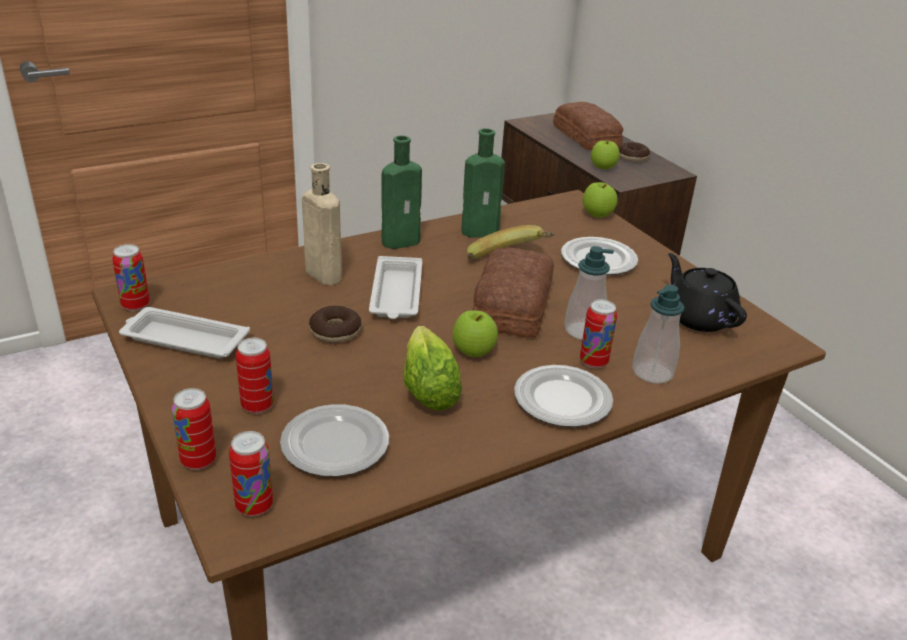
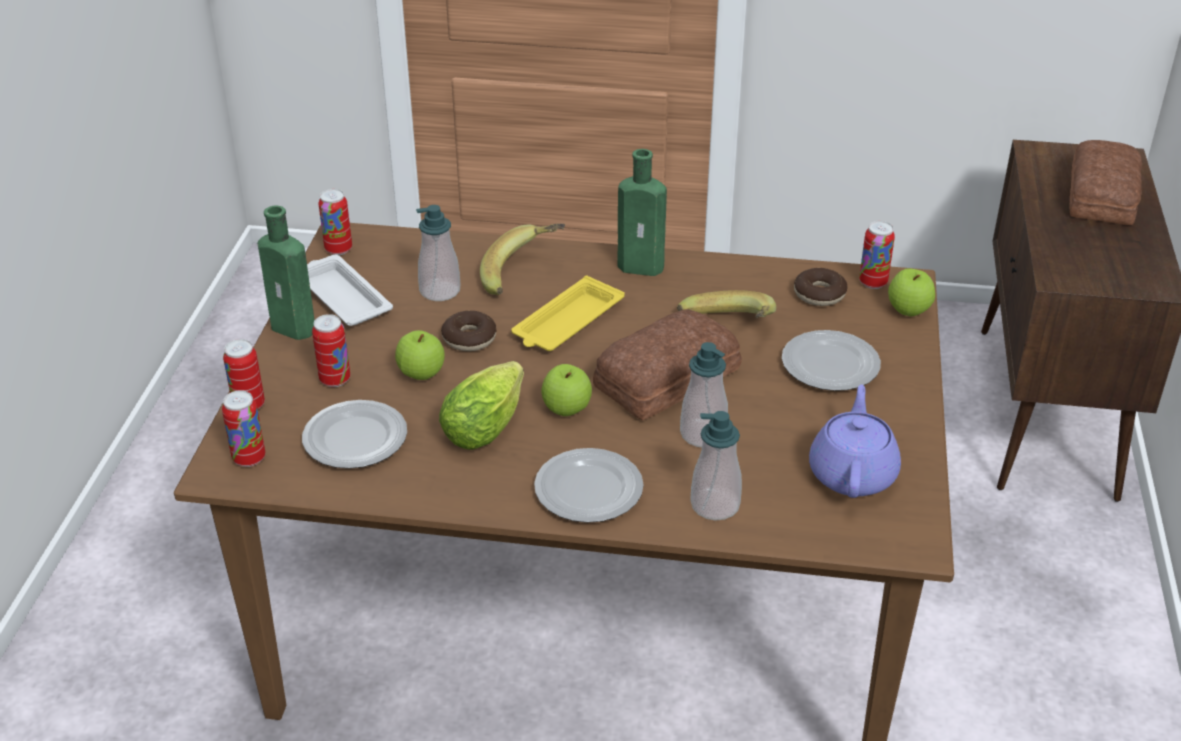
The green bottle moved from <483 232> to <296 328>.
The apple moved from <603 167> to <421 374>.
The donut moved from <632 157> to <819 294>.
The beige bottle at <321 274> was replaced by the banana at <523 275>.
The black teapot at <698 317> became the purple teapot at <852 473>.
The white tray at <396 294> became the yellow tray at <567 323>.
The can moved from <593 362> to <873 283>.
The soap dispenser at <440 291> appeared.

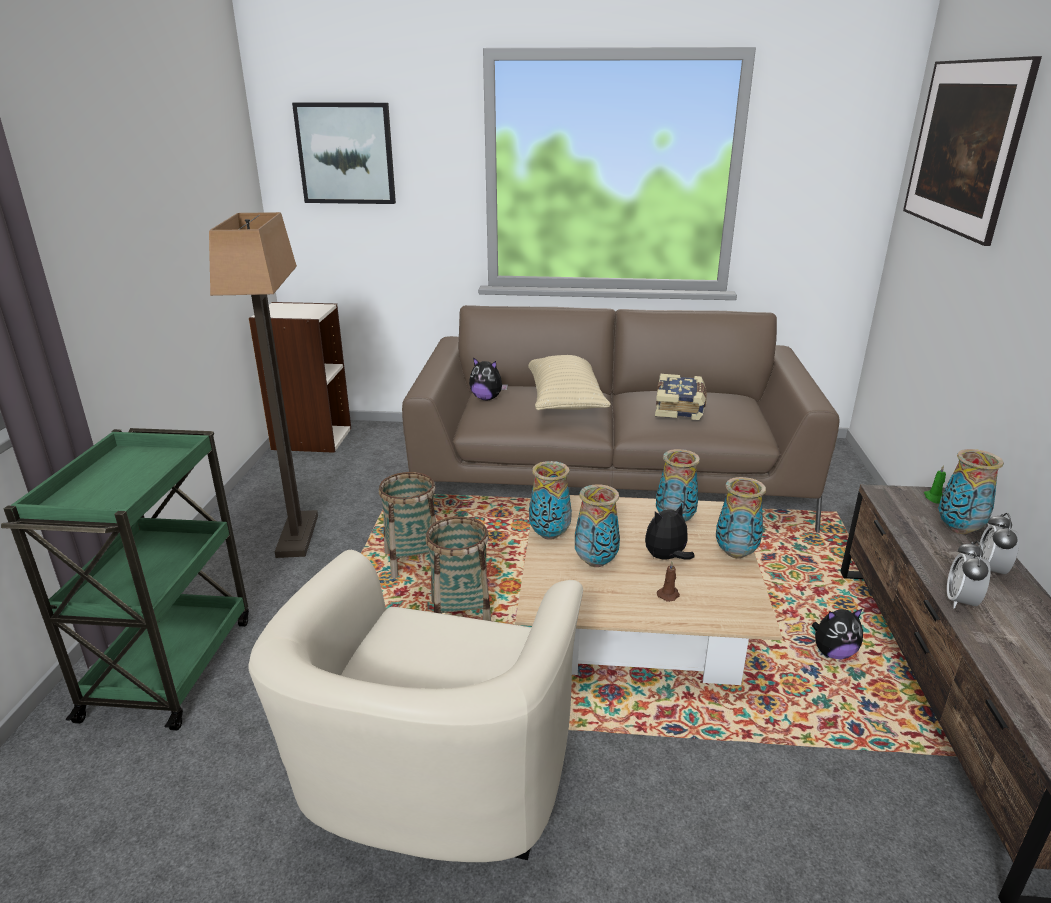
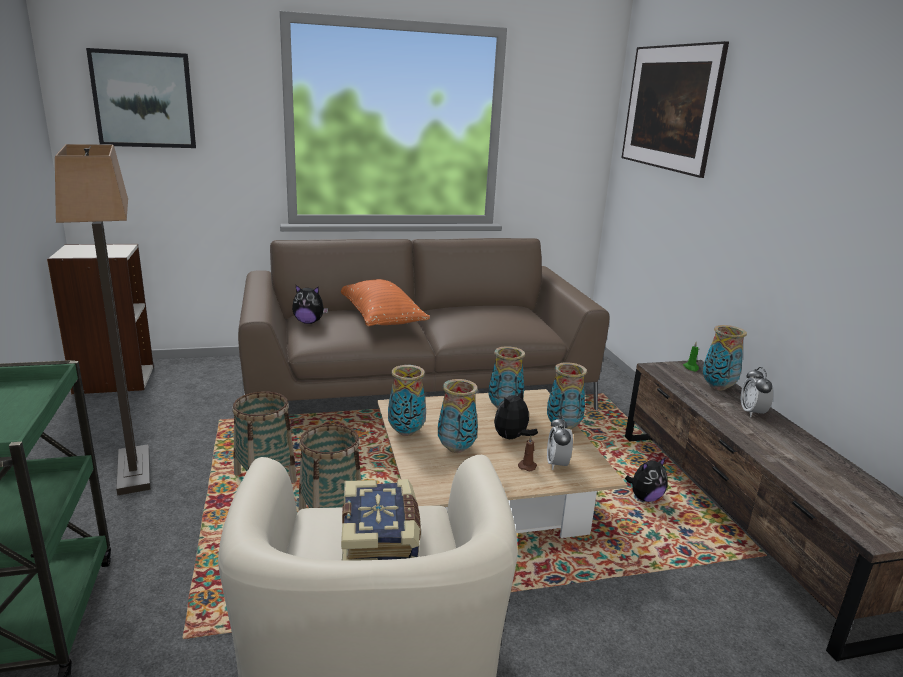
The beige pillow at <564 400> became the orange pillow at <380 318>.
The book moved from <680 407> to <381 538>.
The alarm clock moved from <960 601> to <557 464>.

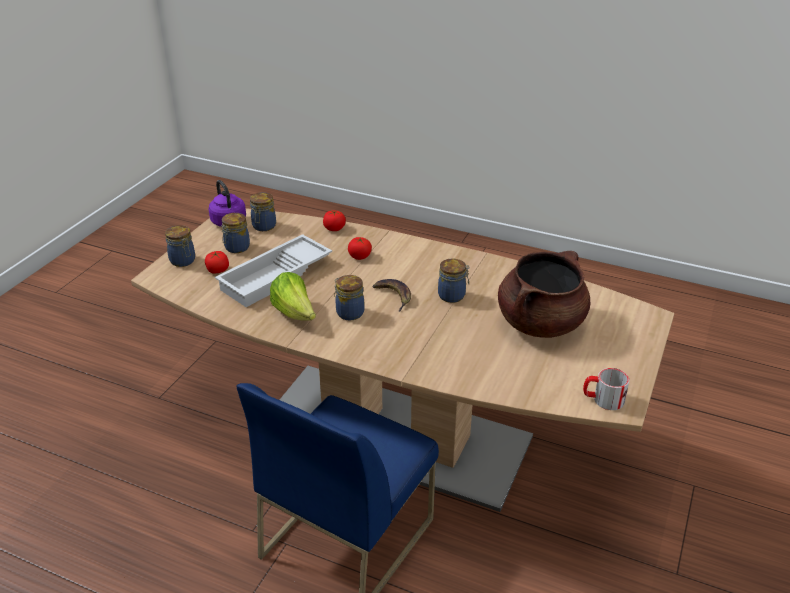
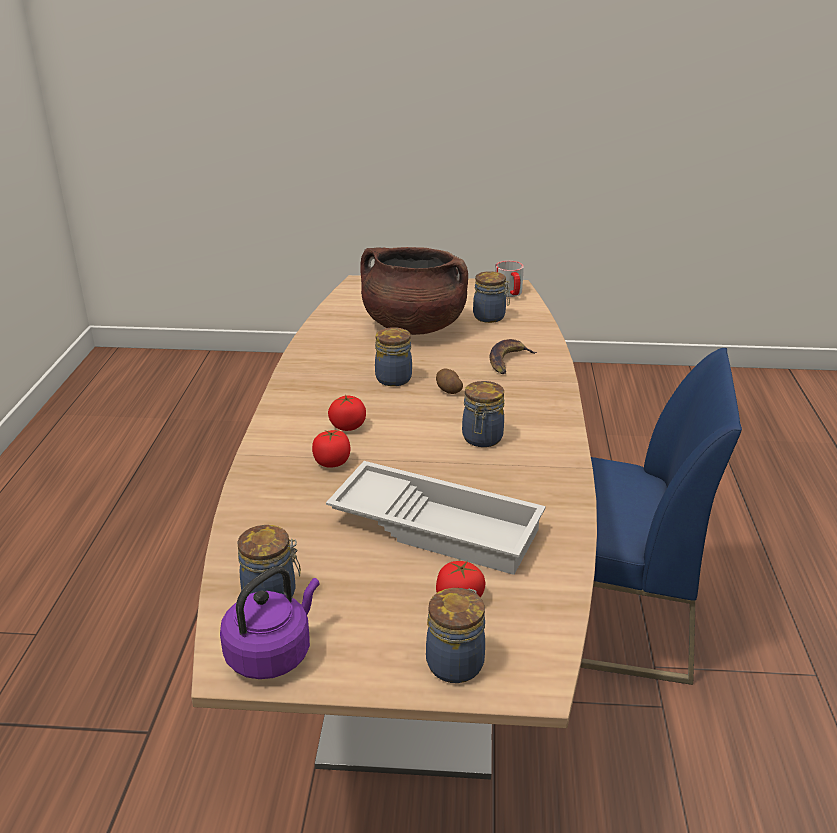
The tomato moved from <334 228> to <348 426>.
The jar moved from <236 248> to <490 317>.
The lettuce at <295 313> disappeared.
The banana moved from <394 296> to <508 361>.
The potato at <448 390> appeared.

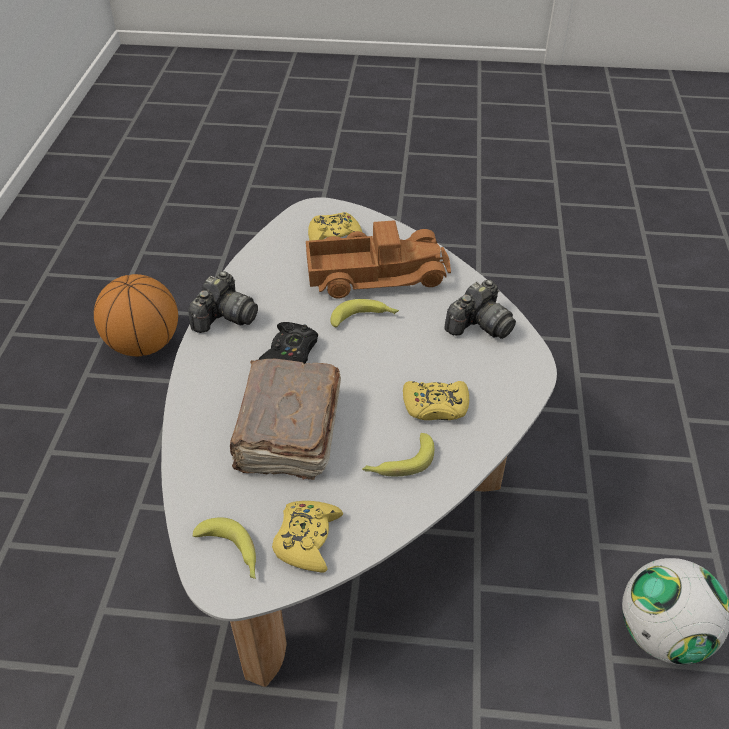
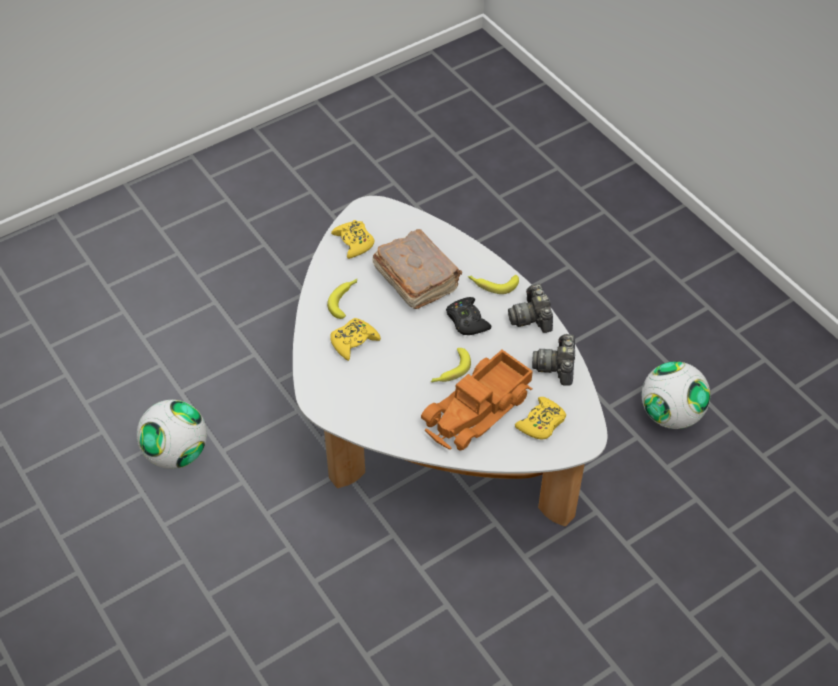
The basketball at <144 344> was replaced by the football at <670 414>.
The photo camera moved from <479 325> to <557 366>.
The banana moved from <232 553> to <492 284>.

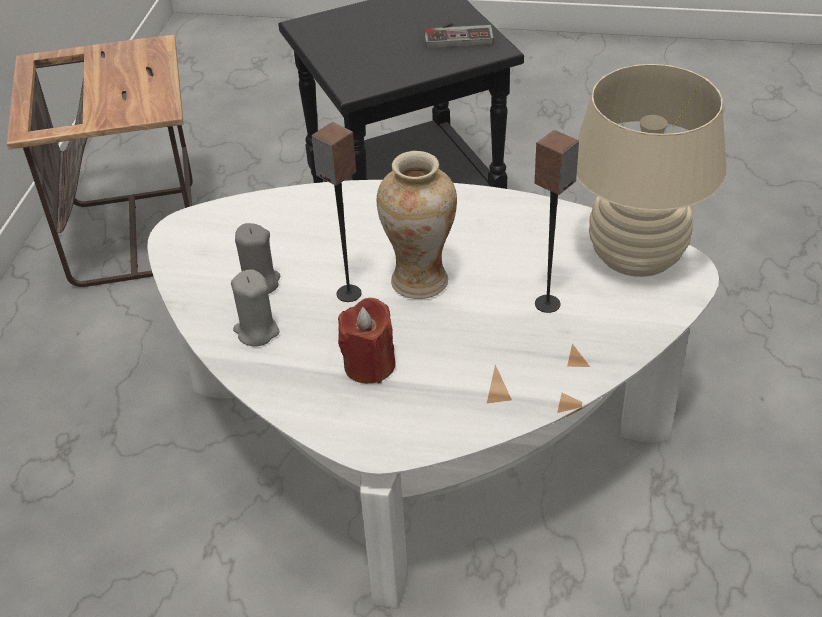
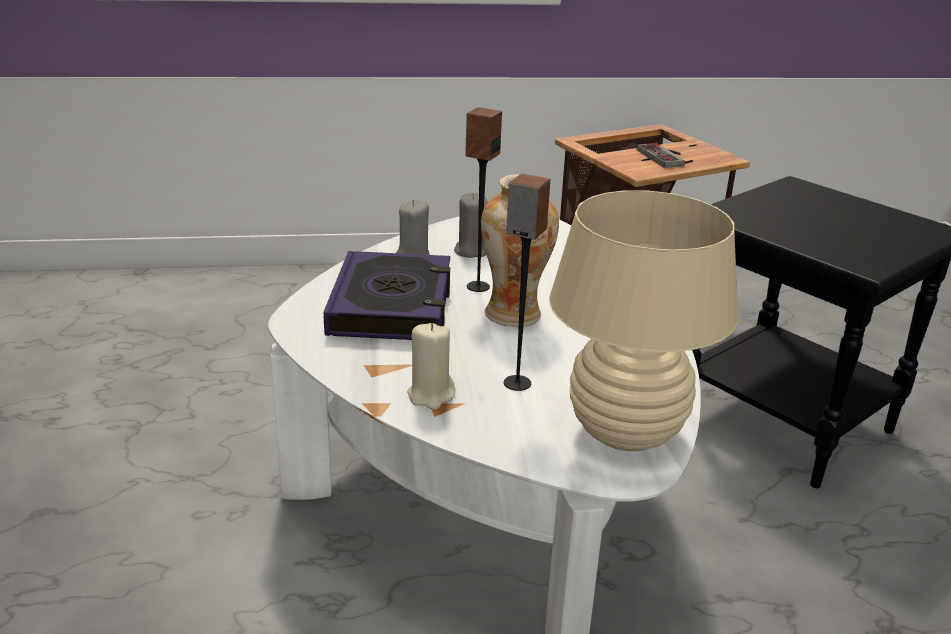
The game controller moved from <458 35> to <666 157>.
The red candle at <369 365> was replaced by the book at <392 306>.
The beige candle at <431 395> appeared.

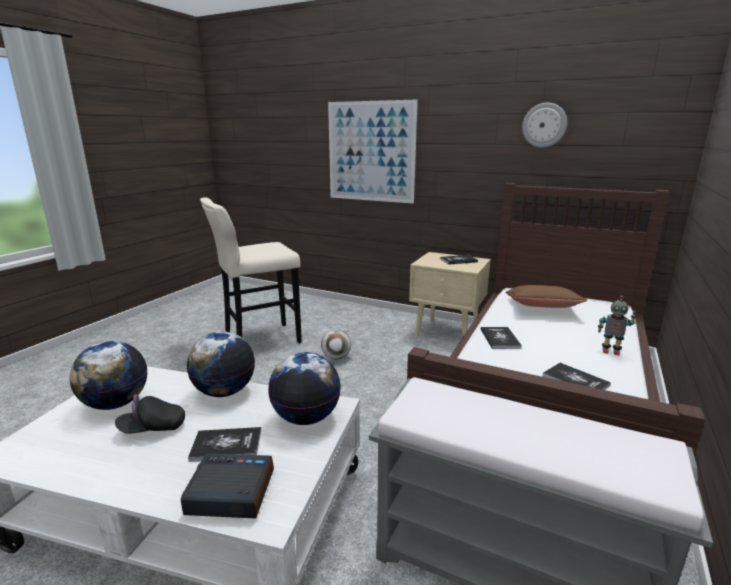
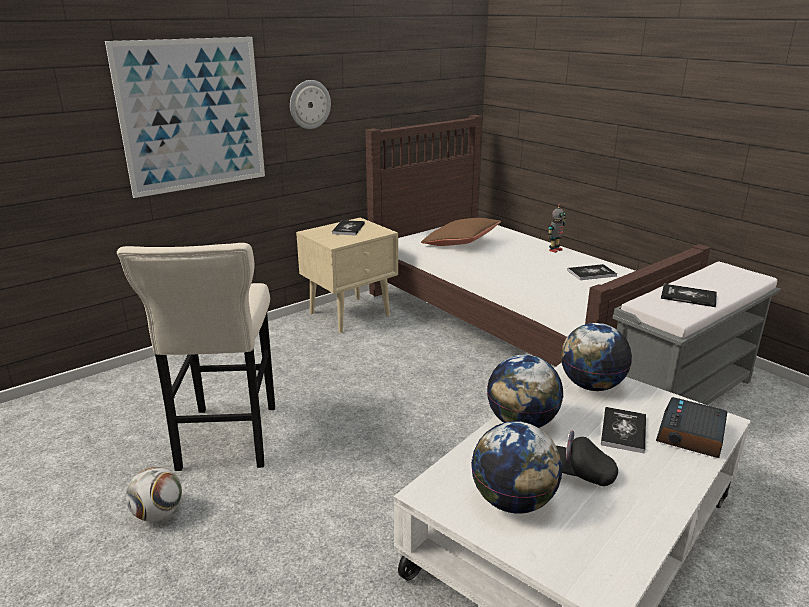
The wall clock moved from <544 125> to <309 104>.
The book moved from <500 338> to <688 296>.
The football moved from <336 358> to <158 514>.
The black cap at <153 428> turned 105 degrees clockwise.

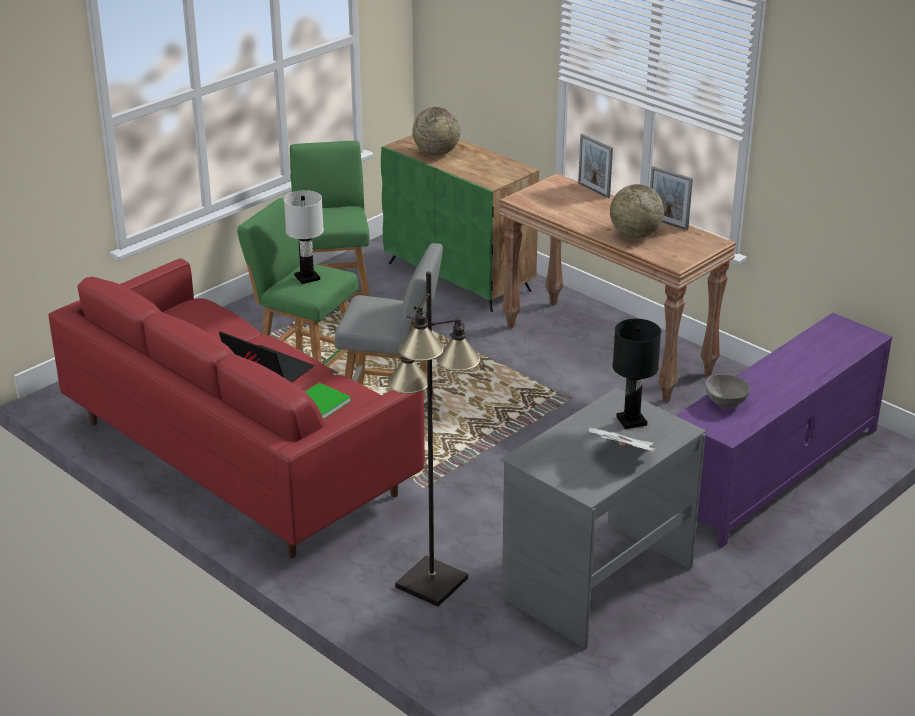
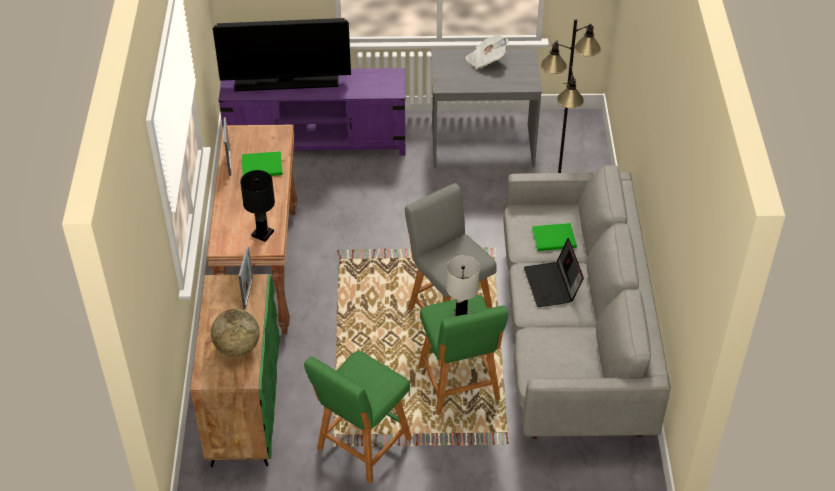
The picture frame moved from <593 190> to <248 293>.
The globe at <635 235> was replaced by the green book at <263 167>.
The red sofa at <239 458> became the grey sofa at <573 339>.
The black table lamp moved from <632 421> to <262 233>.
The grey bowl at <725 402> disappeared.
The television at <287 83> appeared.

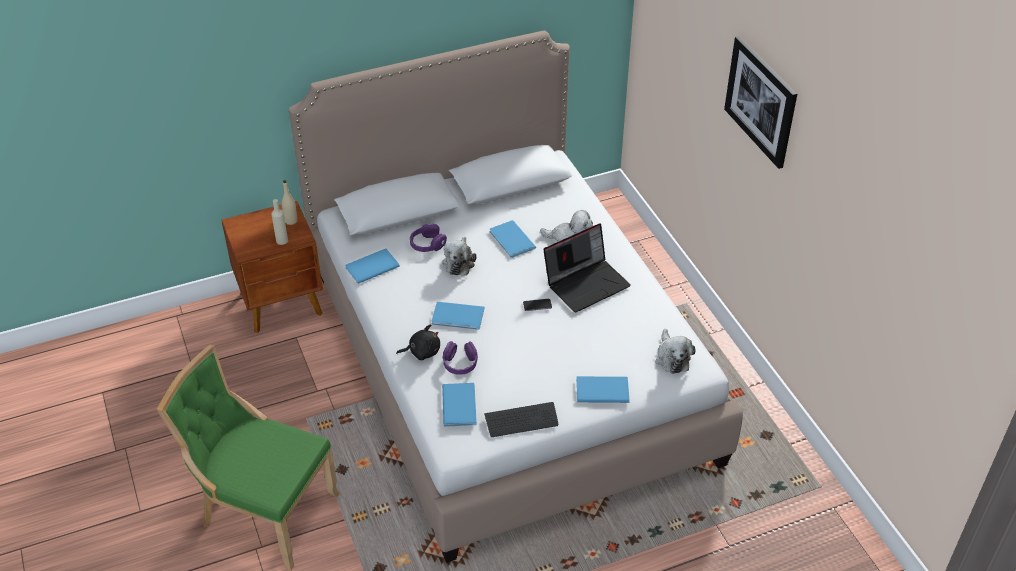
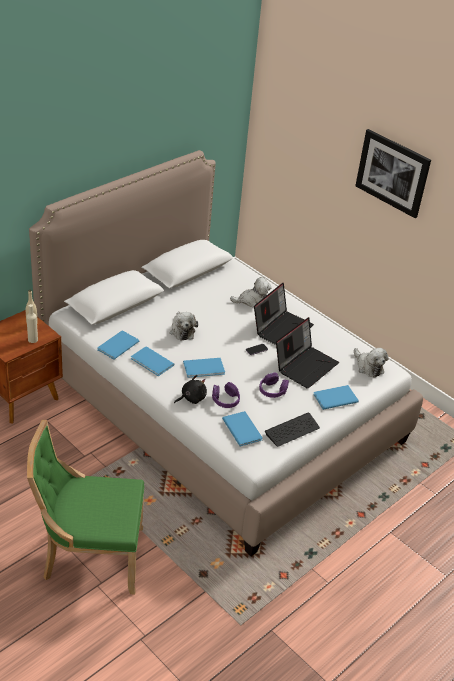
The blue book moved from <511 241> to <152 363>.
The purple headphones moved from <427 244> to <272 390>.
The laptop at <305 365> appeared.

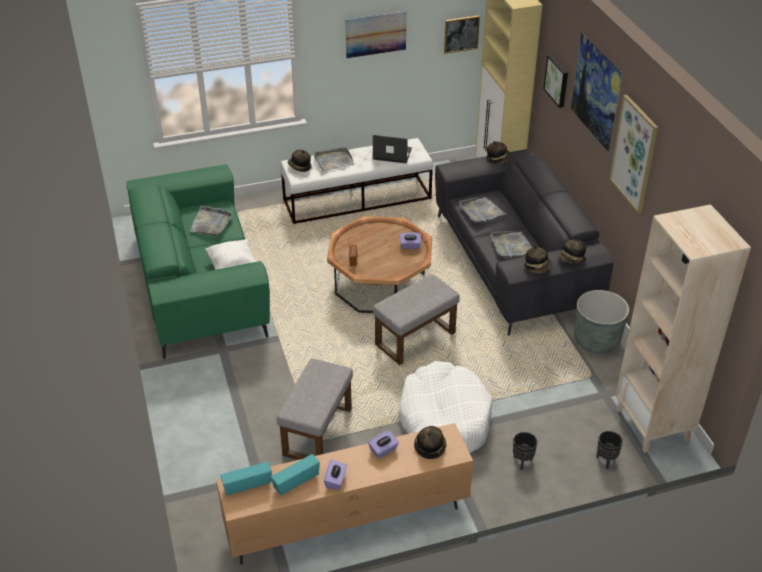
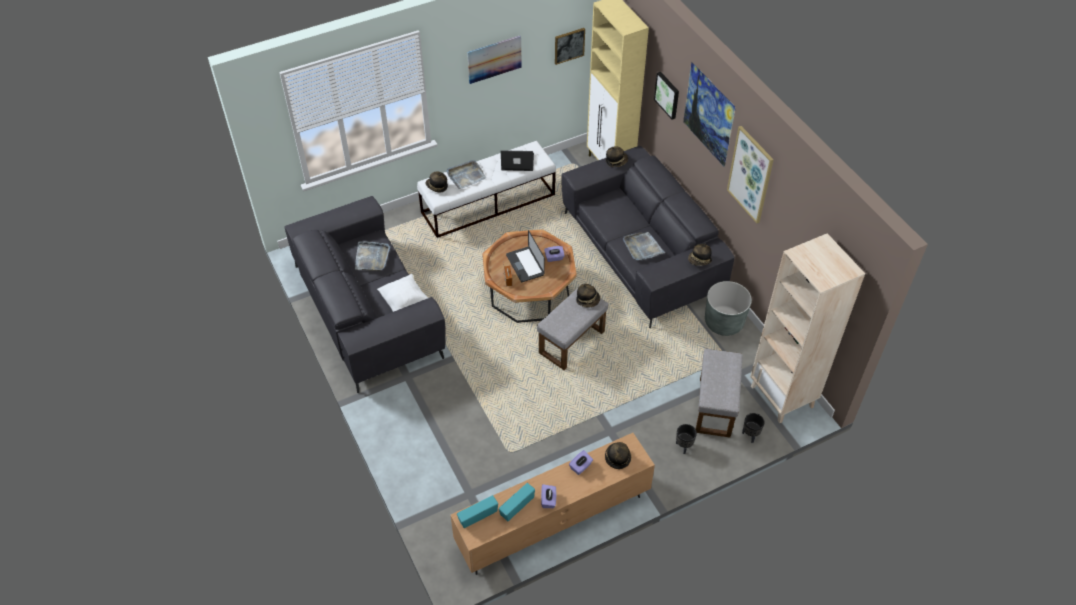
The green sofa at <200 282> became the grey sofa at <368 310>.
The grey tray at <481 211> disappeared.
The hat moved from <537 267> to <588 300>.
The grey ottoman moved from <318 432> to <715 407>.
The white dog bed at <444 420> disappeared.
The laptop at <525 265> appeared.

